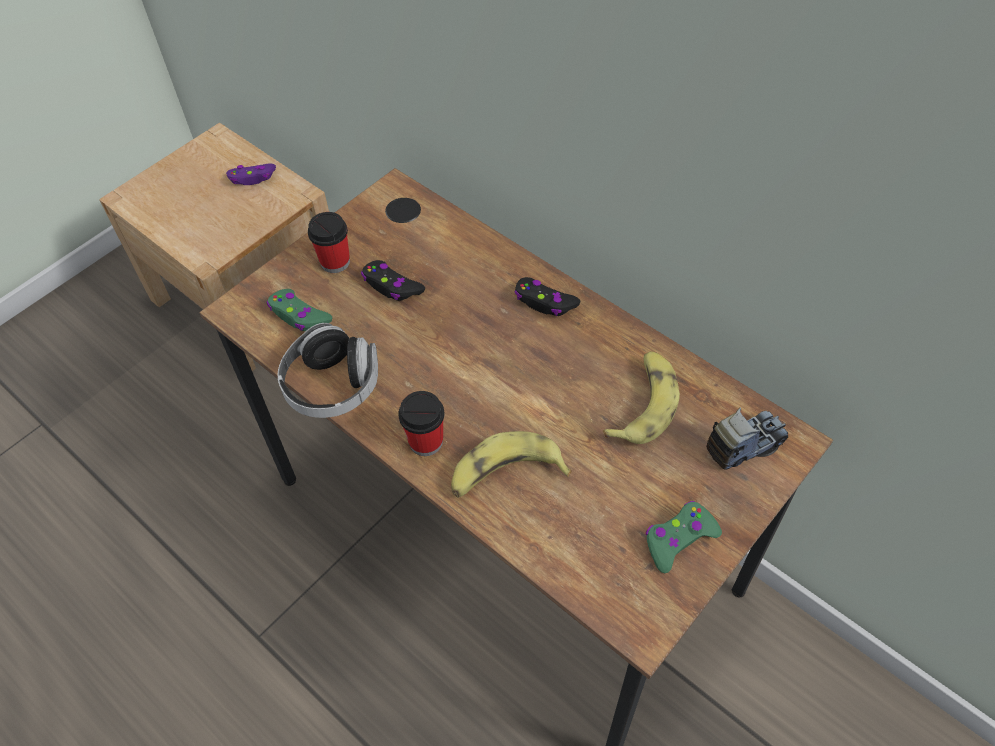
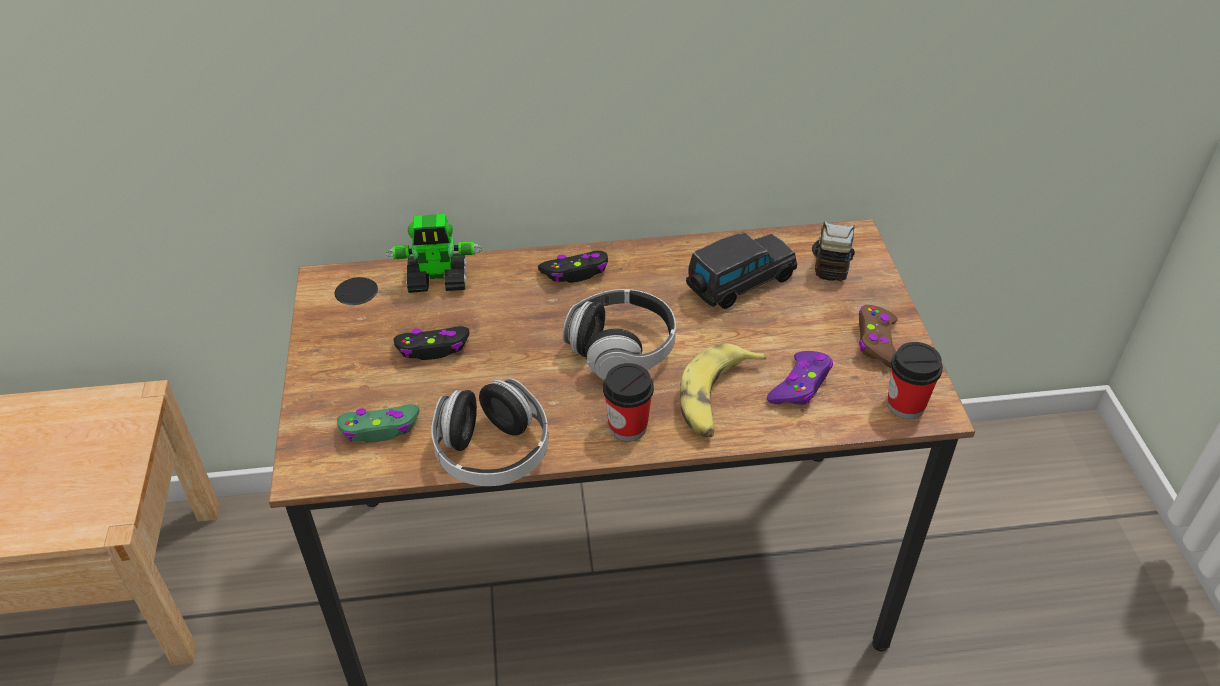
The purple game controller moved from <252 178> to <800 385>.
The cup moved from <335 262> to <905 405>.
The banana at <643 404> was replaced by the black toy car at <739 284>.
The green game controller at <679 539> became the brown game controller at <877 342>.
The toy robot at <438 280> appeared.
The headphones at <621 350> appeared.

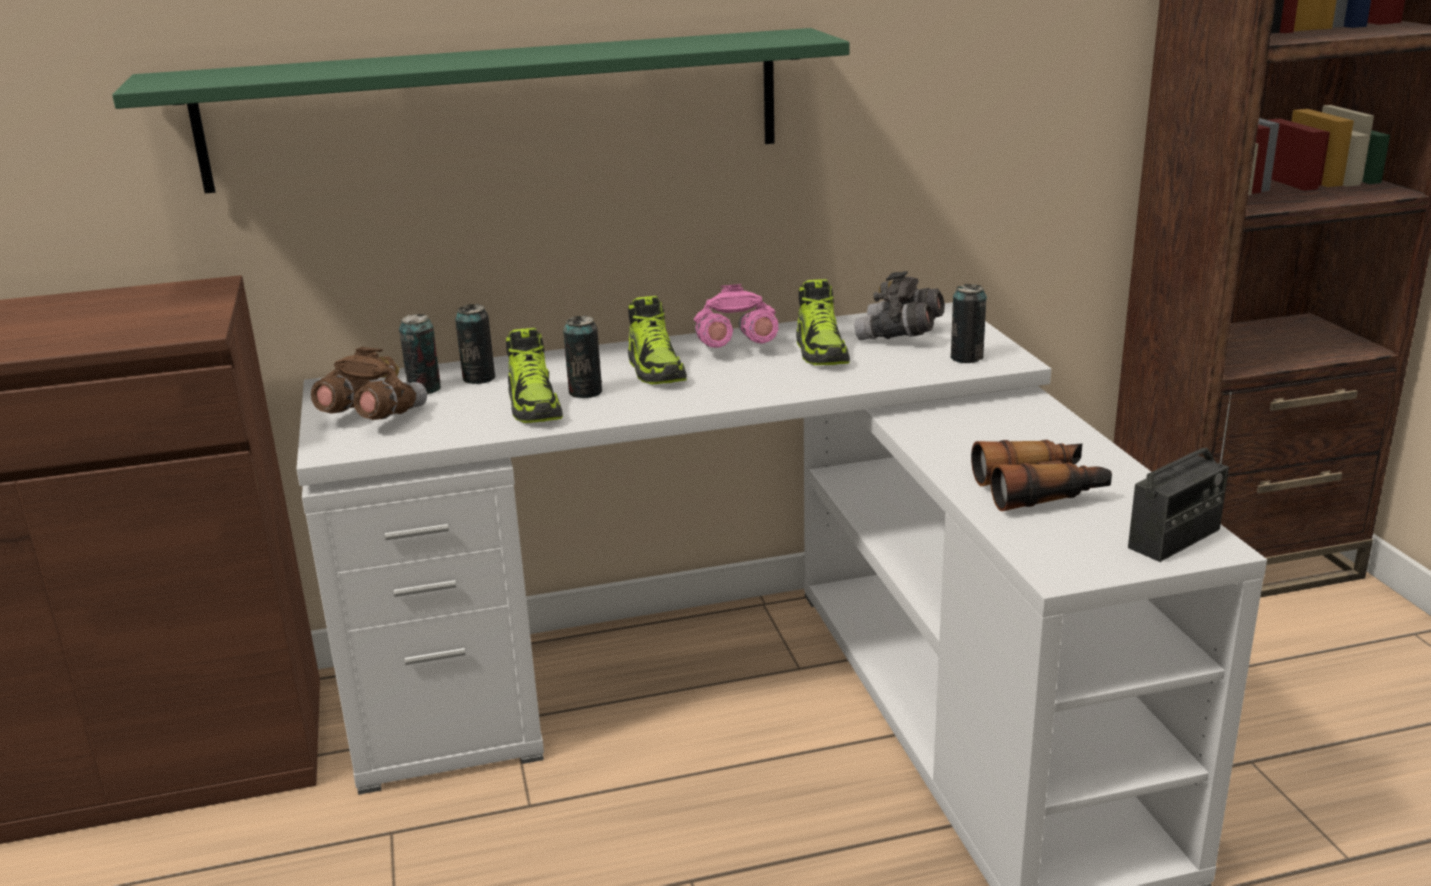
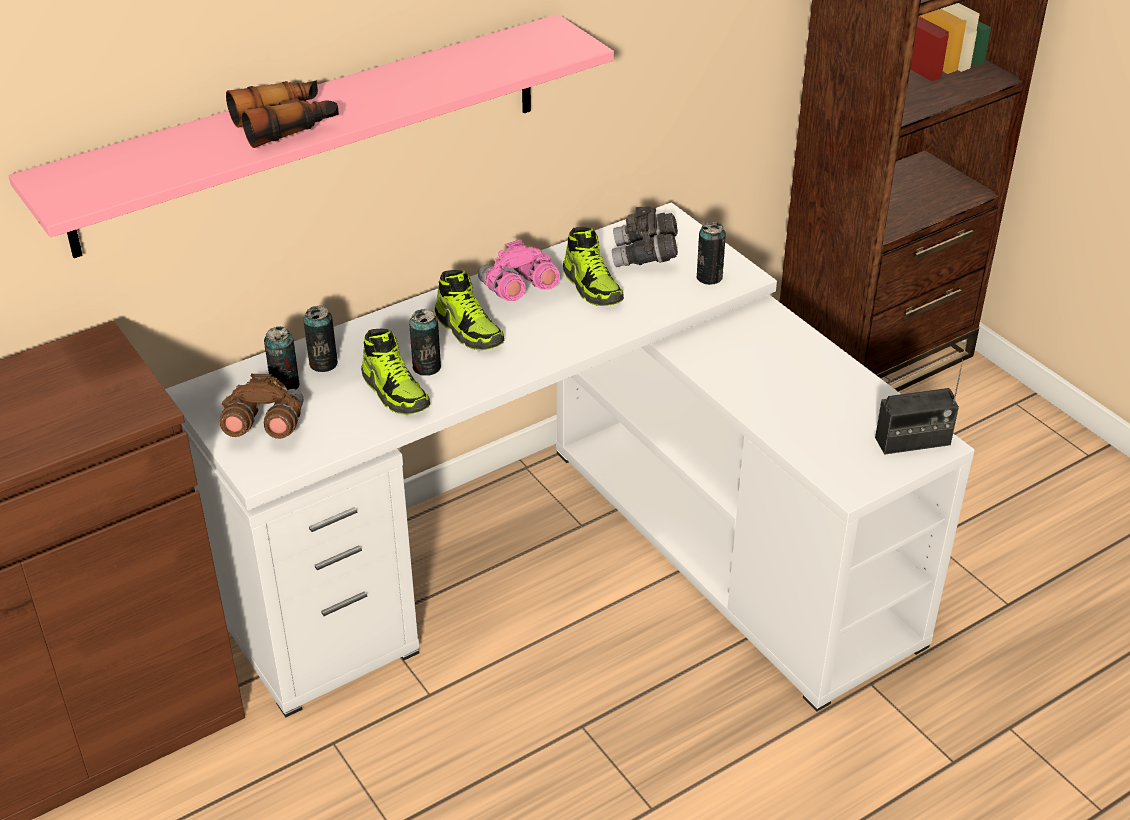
The green shelf at <496 109> became the pink shelf at <311 133>.
The radio at <1174 539> turned 45 degrees clockwise.
The binoculars moved from <1041 490> to <286 124>.

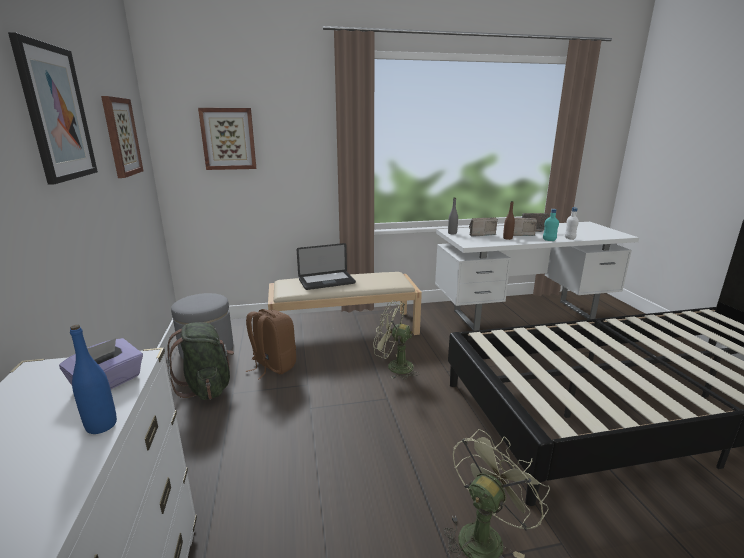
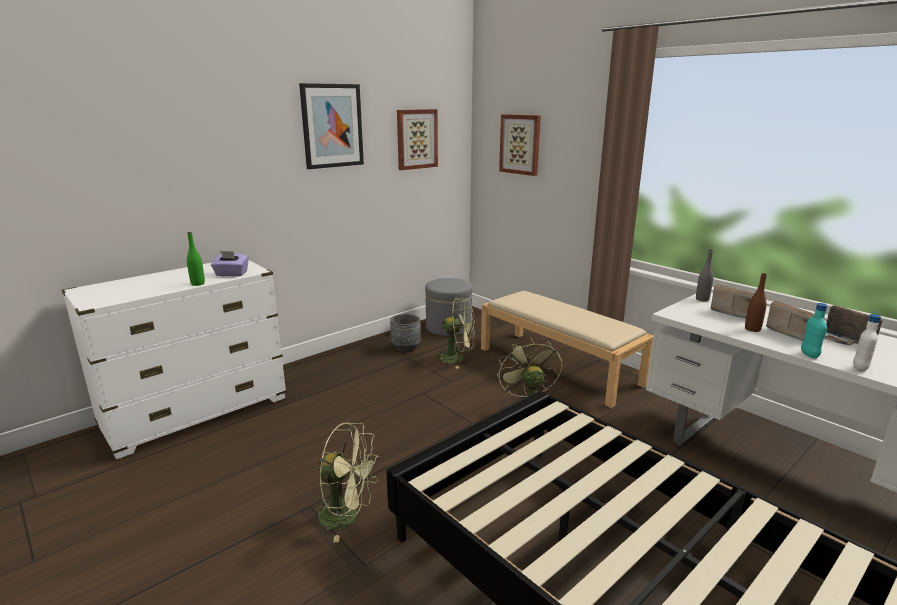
The laptop at <326 281> disappeared.
The brown backpack at <272 366> was replaced by the green fan at <457 358>.
The green backpack at <207 387> was replaced by the grey planter at <406 347>.
The blue bottle at <101 425> became the green bottle at <198 283>.

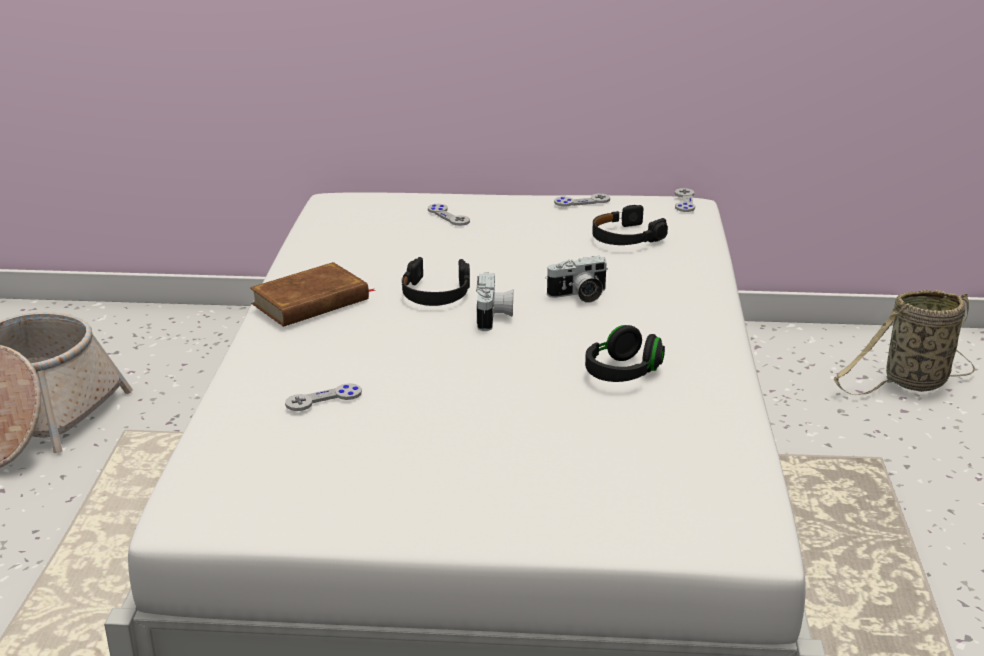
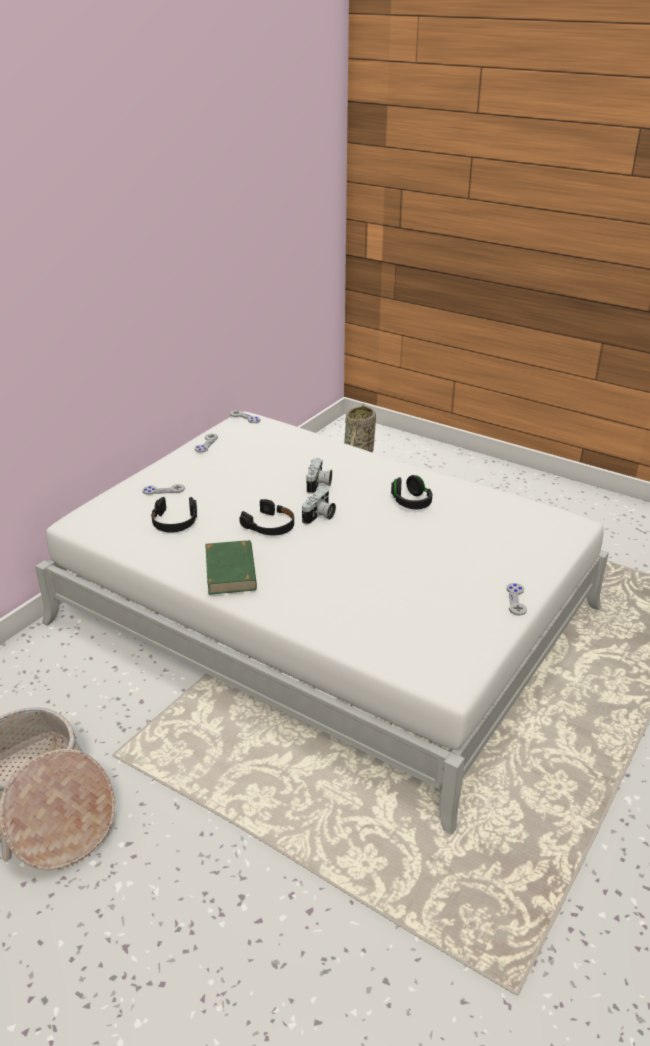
The black headphones moved from <625 237> to <174 521>.
The brown book at <311 302> became the green book at <231 571>.
The photo camera at <494 317> turned 90 degrees clockwise.
The grey game controller moved from <324 399> to <516 600>.

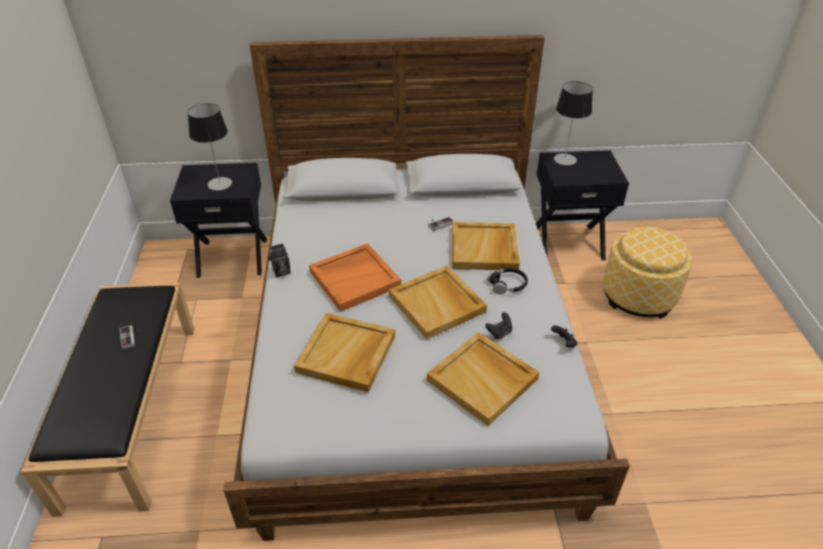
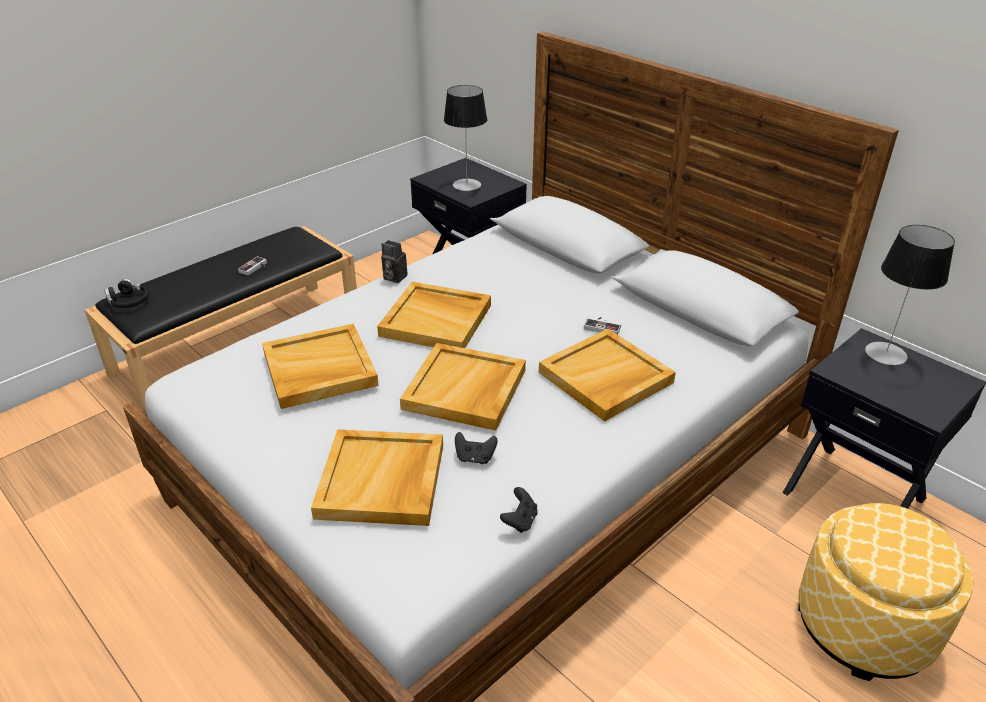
The orange tray at <355 278> became the beige tray at <437 320>.
The black headphones moved from <507 285> to <128 301>.

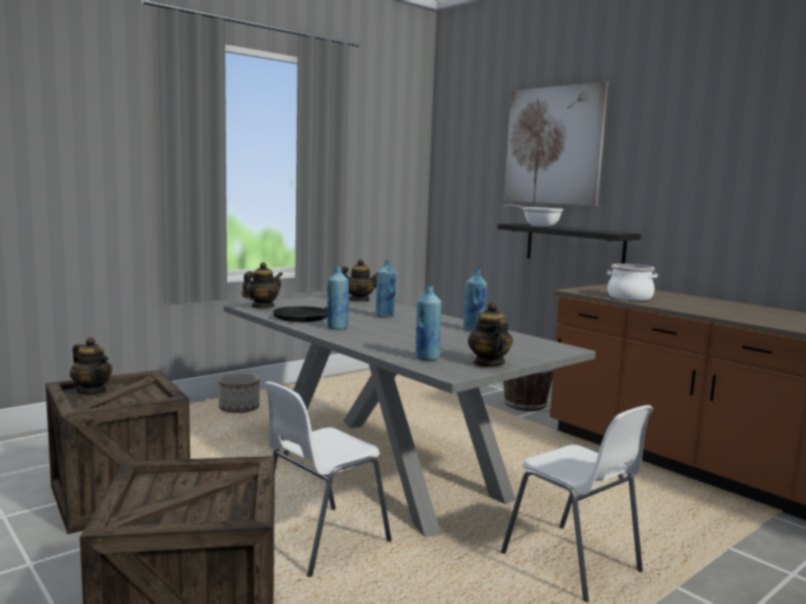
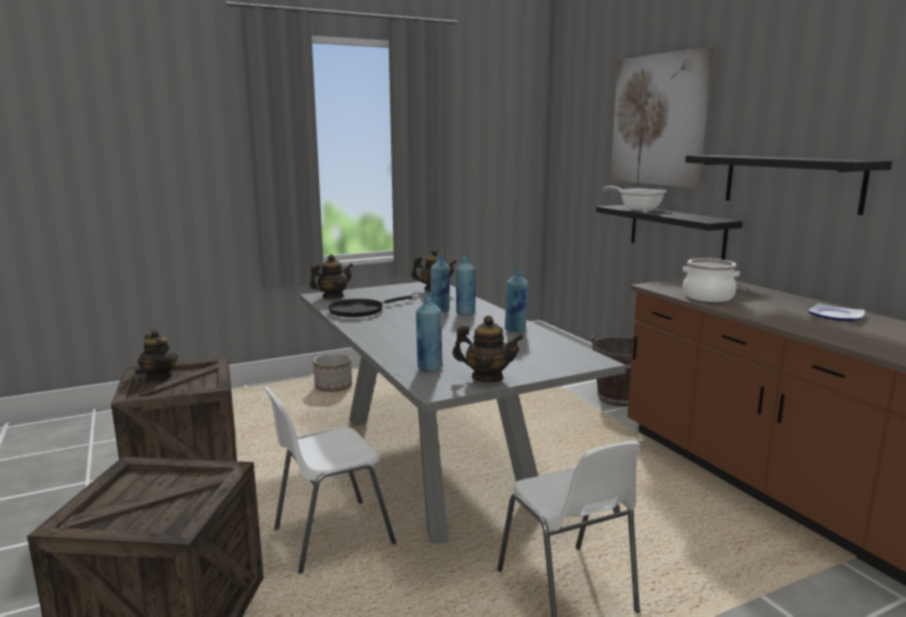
The blue bottle moved from <337 328> to <465 313>.
The teapot at <488 363> turned 105 degrees clockwise.
The black shelf at <791 182> appeared.
The plate at <834 316> appeared.

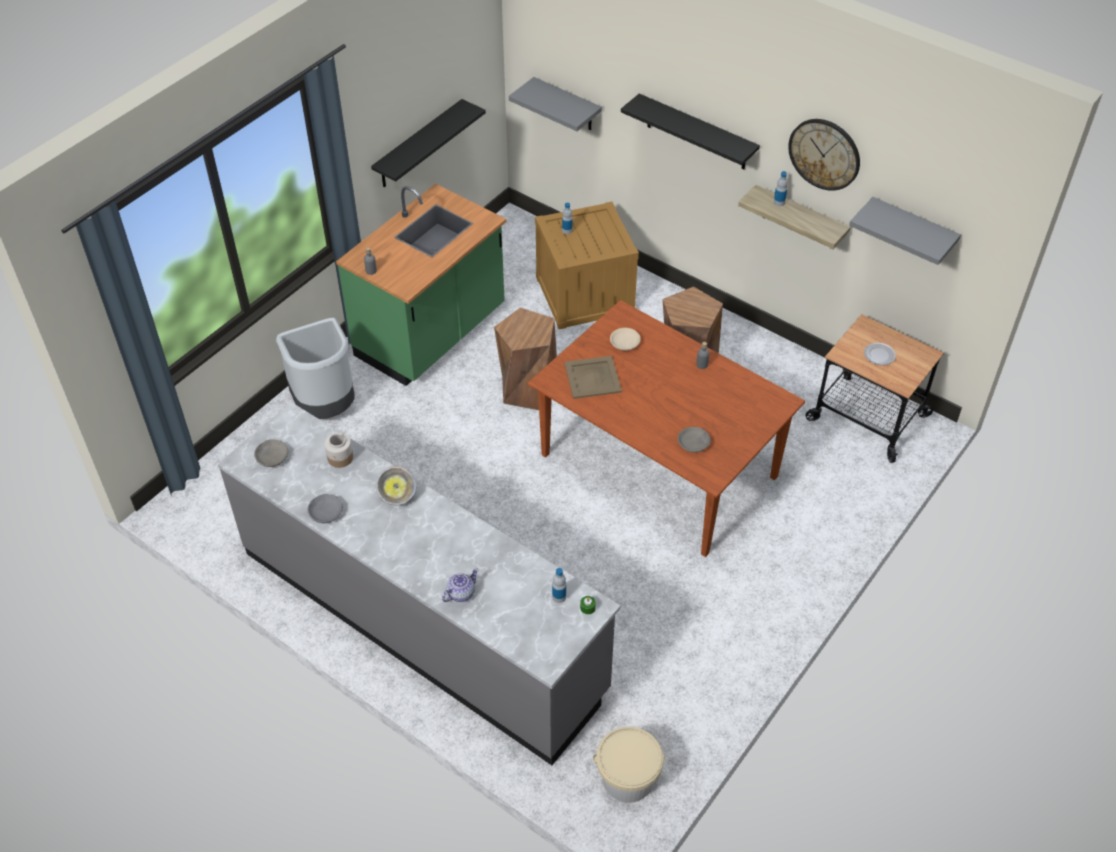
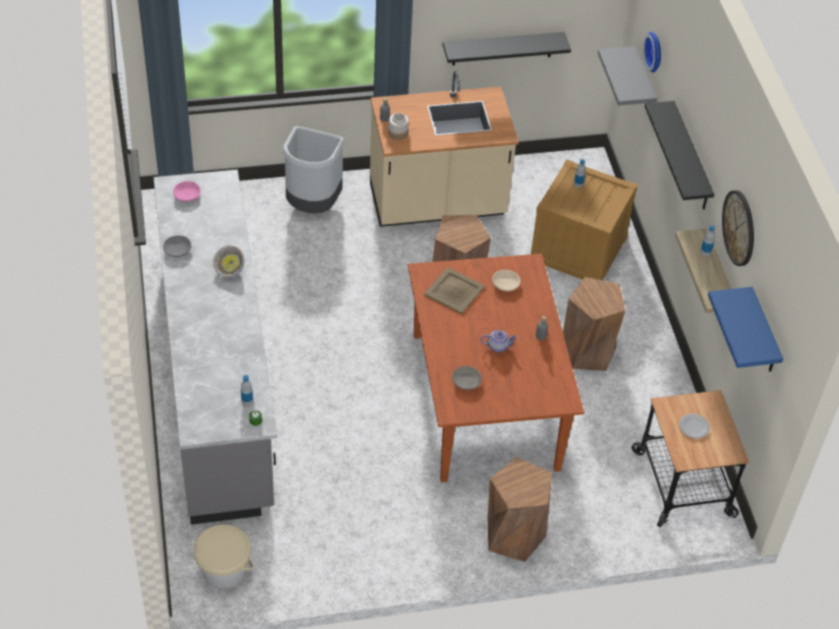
The green counter at <431 334> became the beige counter at <437 203>.
The grey shelf at <912 229> became the blue shelf at <763 334>.
The jar moved from <340 458> to <398 133>.
The grey bowl at <272 457> became the pink bowl at <187 194>.
The teapot moved from <460 593> to <497 346>.
The wall clock at <655 51> appeared.
The brown stool at <514 535> appeared.

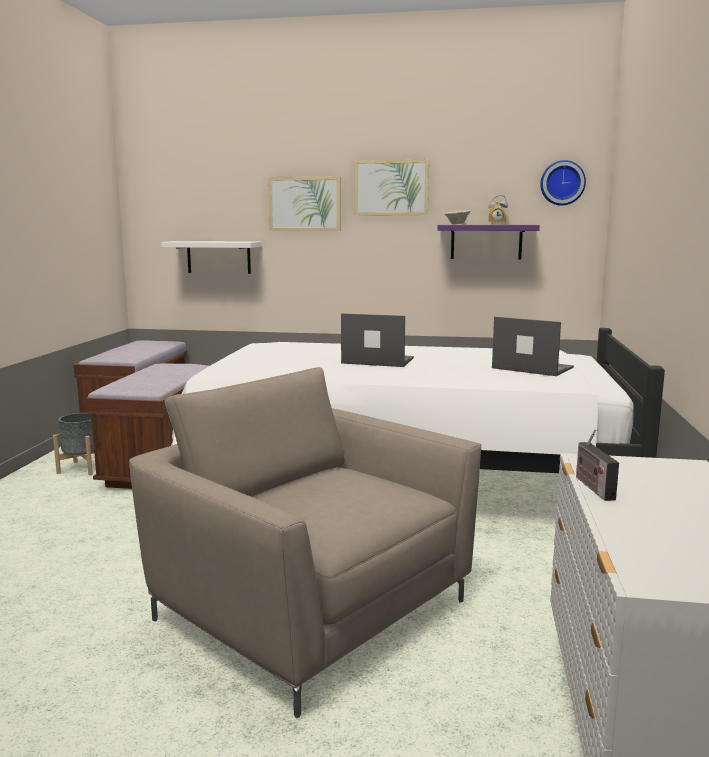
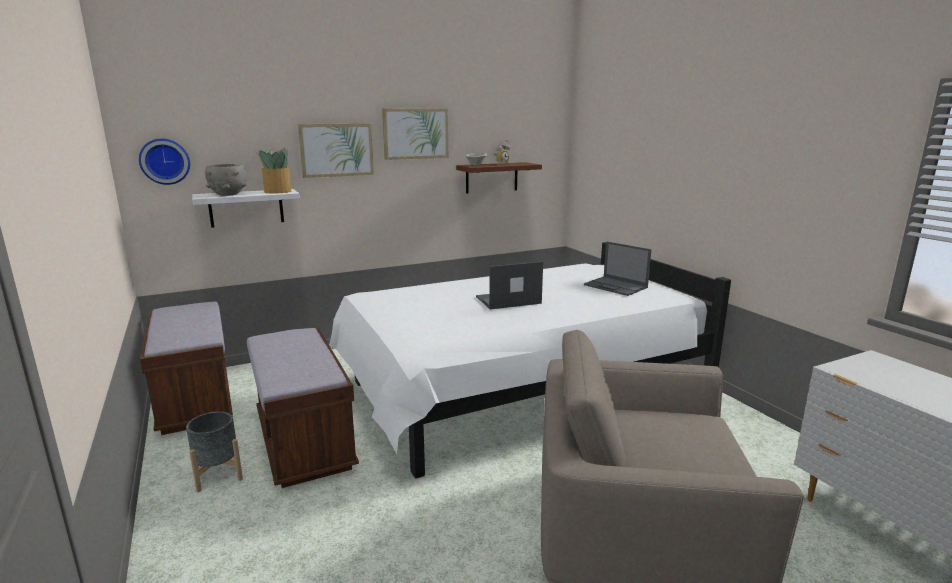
The wall clock moved from <562 183> to <165 161>.
The purple shelf at <486 242> became the brown shelf at <491 177>.
The laptop at <531 368> turned 135 degrees counterclockwise.
The radio at <592 487> disappeared.
The potted plant at <277 191> appeared.
The grey bowl at <228 194> appeared.

